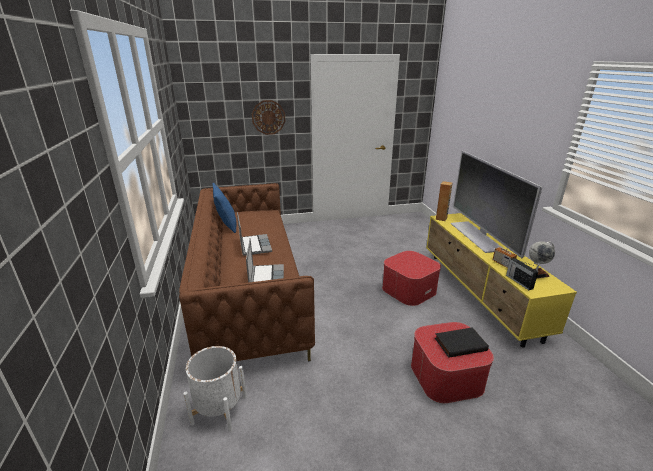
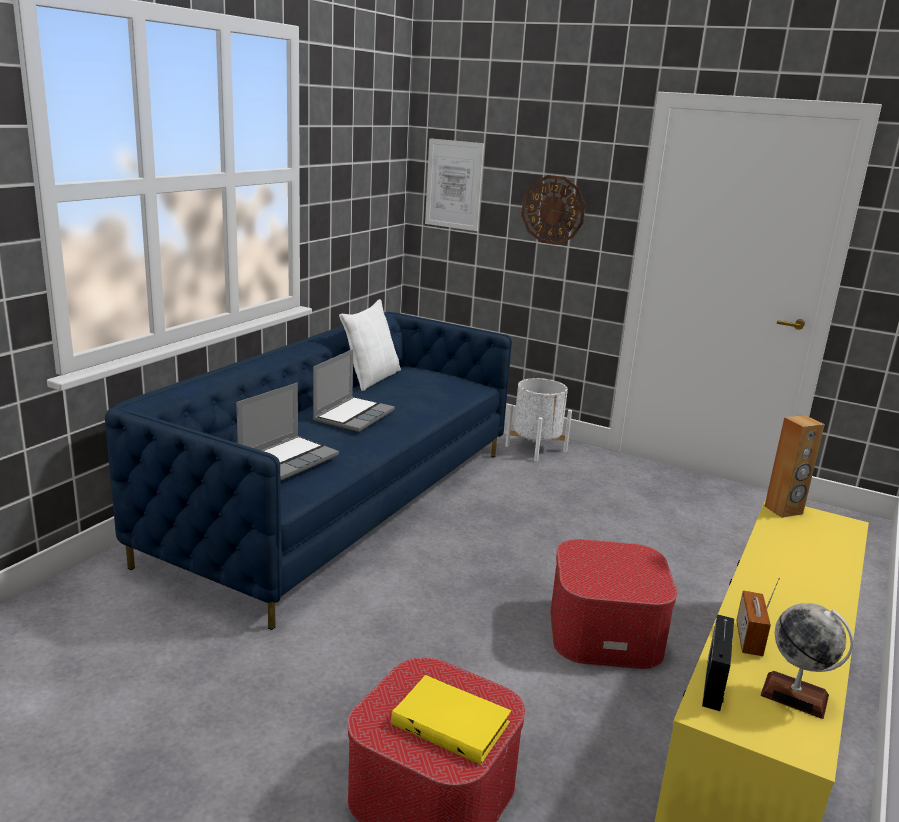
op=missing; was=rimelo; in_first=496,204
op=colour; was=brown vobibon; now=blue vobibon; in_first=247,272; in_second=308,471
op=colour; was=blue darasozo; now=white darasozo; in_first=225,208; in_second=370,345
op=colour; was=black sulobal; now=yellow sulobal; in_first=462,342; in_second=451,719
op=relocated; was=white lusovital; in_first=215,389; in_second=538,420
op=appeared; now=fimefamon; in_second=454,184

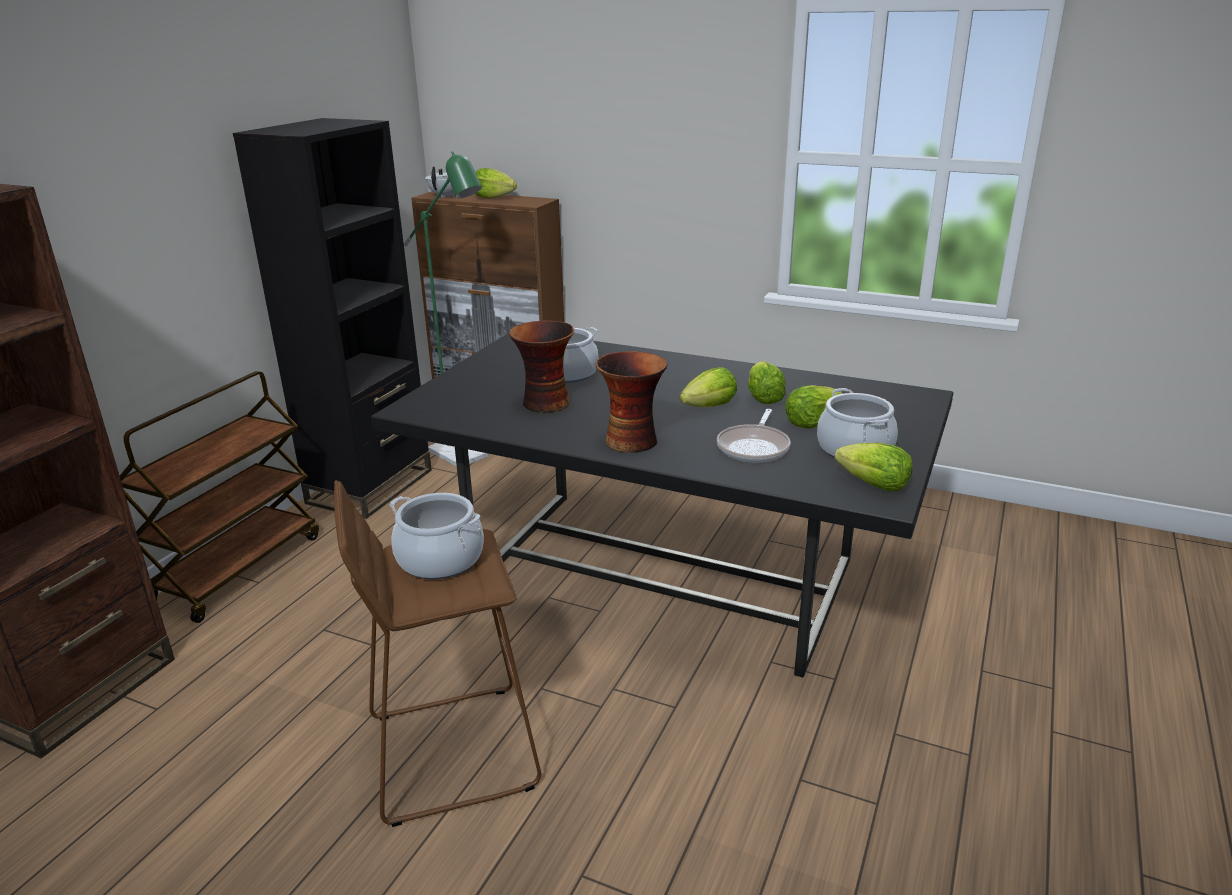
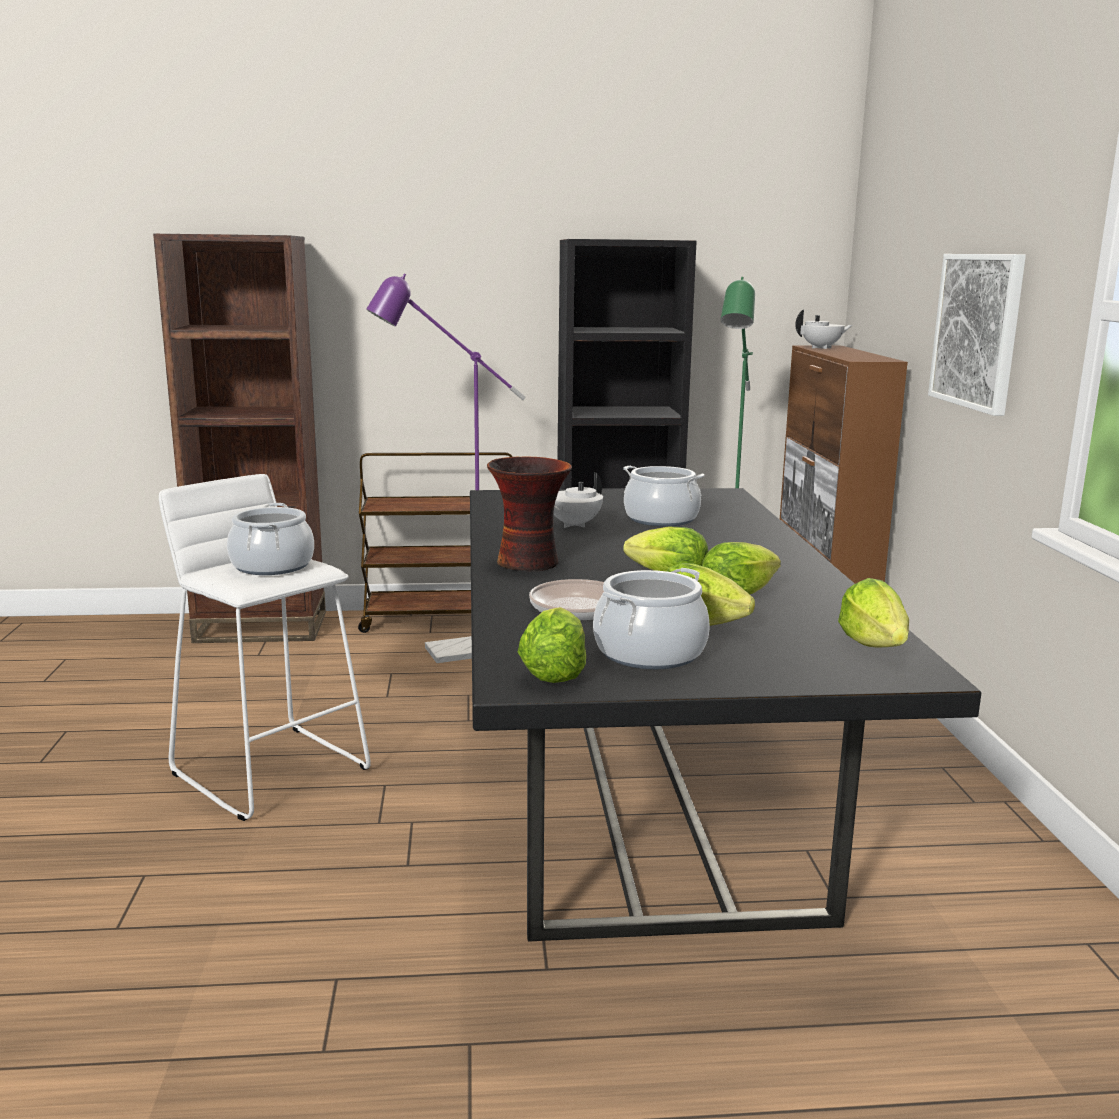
op=relocated; was=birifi; in_first=496,183; in_second=873,612
op=exchanged; was=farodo; now=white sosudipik; in_first=541,367; in_second=578,500
op=colour; was=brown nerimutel; now=white nerimutel; in_first=437,653; in_second=265,647
op=appeared; now=fimefamon; in_second=977,335
op=appeared; now=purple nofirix; in_second=446,468

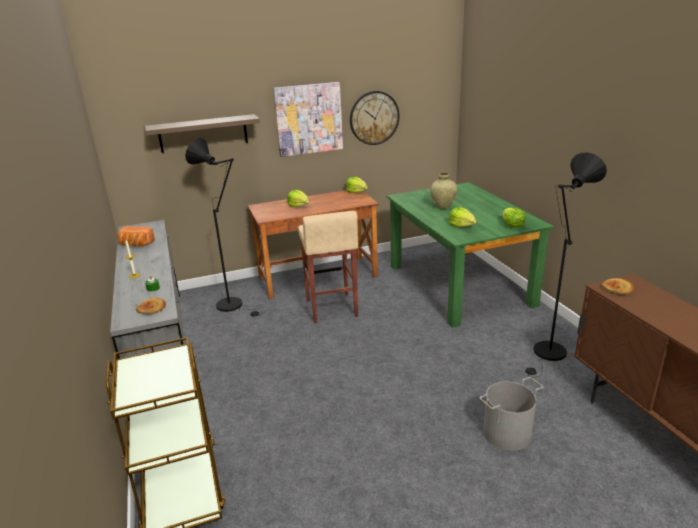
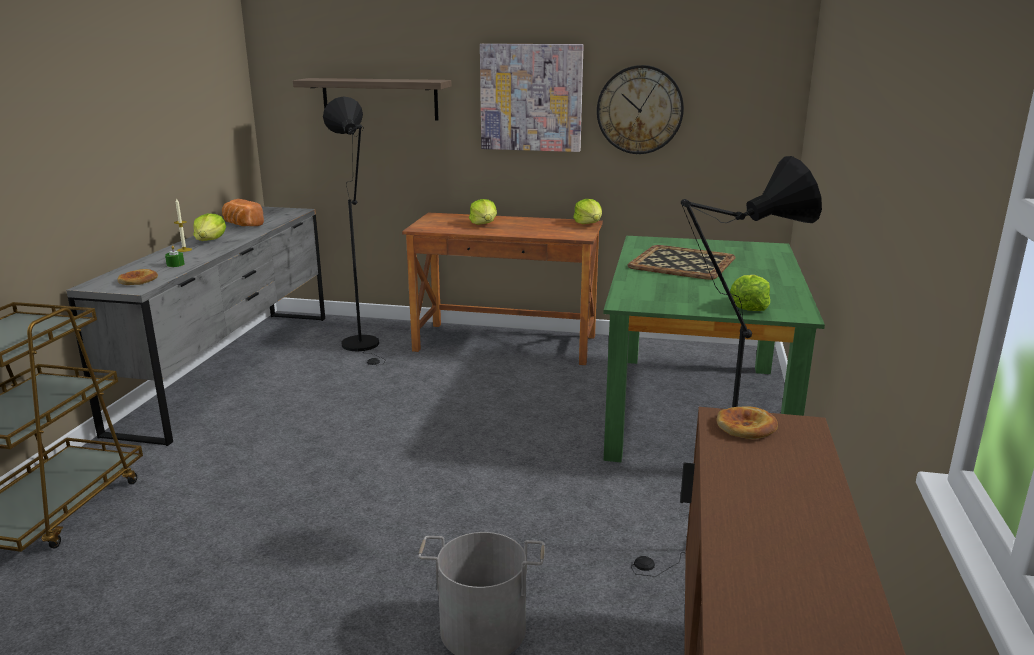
op=exchanged; was=beige farodo; now=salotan; in_first=444,191; in_second=682,262
op=relocated; was=birifi; in_first=463,217; in_second=209,227
op=missing; was=beige nerimutel; in_first=328,267

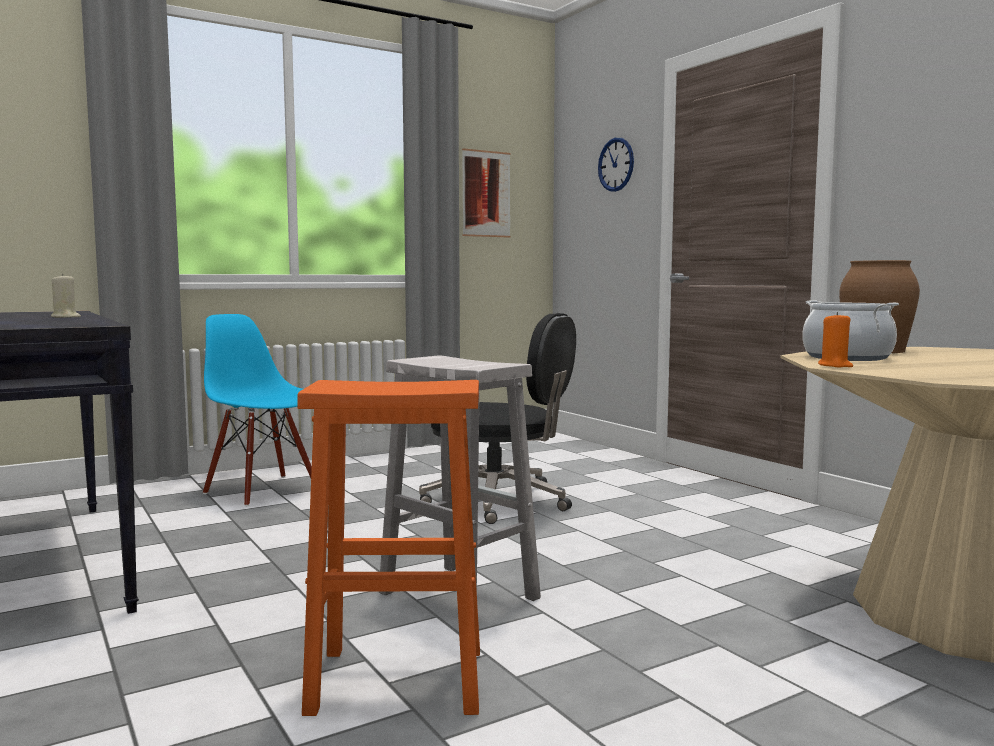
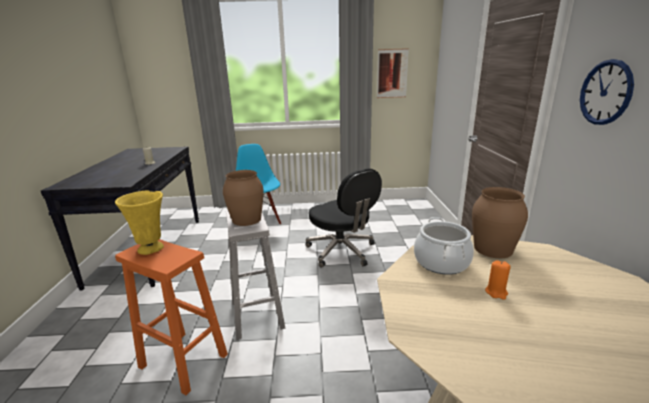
op=relocated; was=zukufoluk; in_first=616,165; in_second=607,92
op=relocated; was=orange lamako; in_first=835,339; in_second=497,280
op=appeared; now=brown farodo; in_second=243,198
op=appeared; now=yellow farodo; in_second=139,222

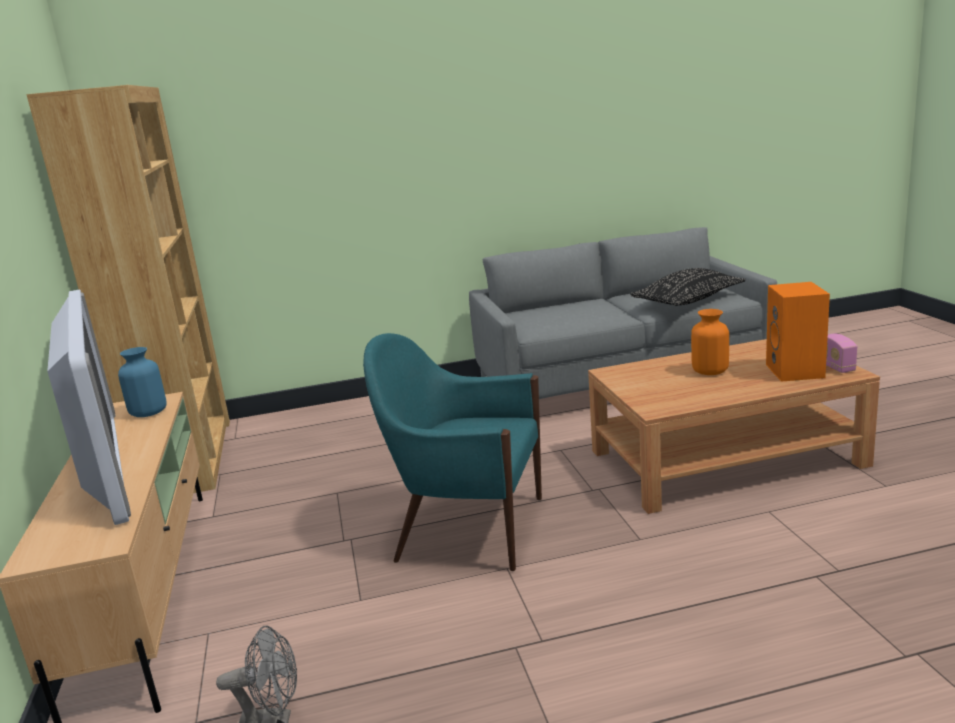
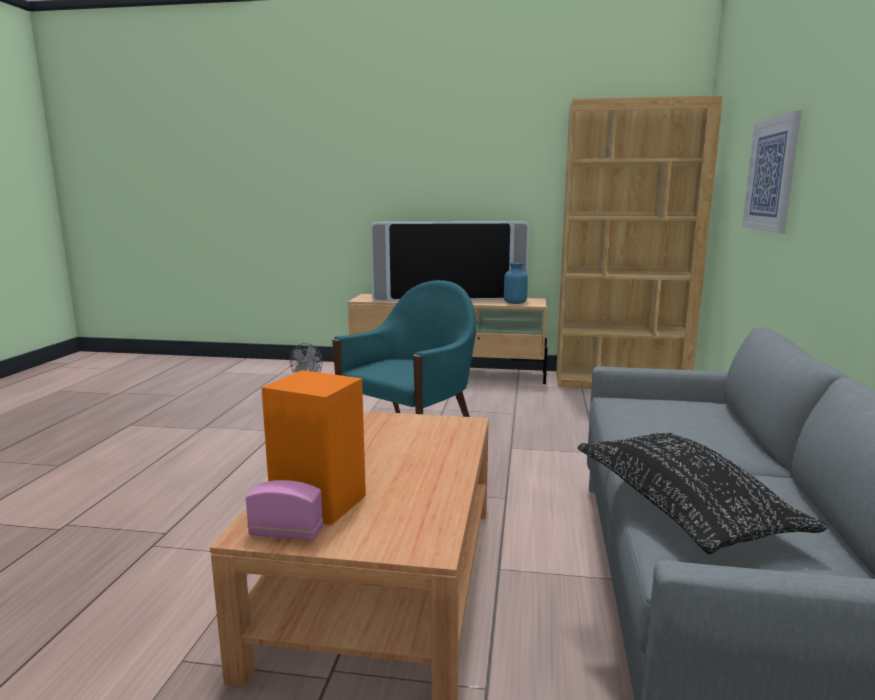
op=missing; was=orange farodo; in_first=710,342
op=appeared; now=fimefamon; in_second=771,172

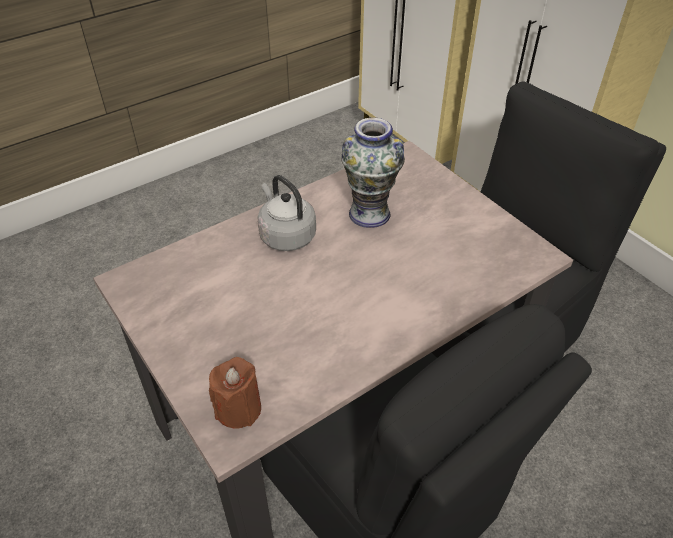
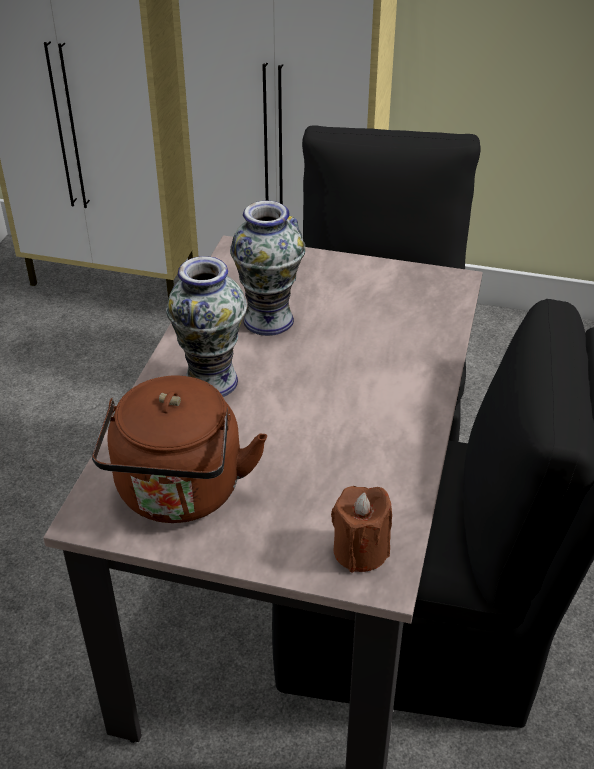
op=exchanged; was=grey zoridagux; now=farodo; in_first=286,213; in_second=206,326
op=appeared; now=brown zoridagux; in_second=179,449

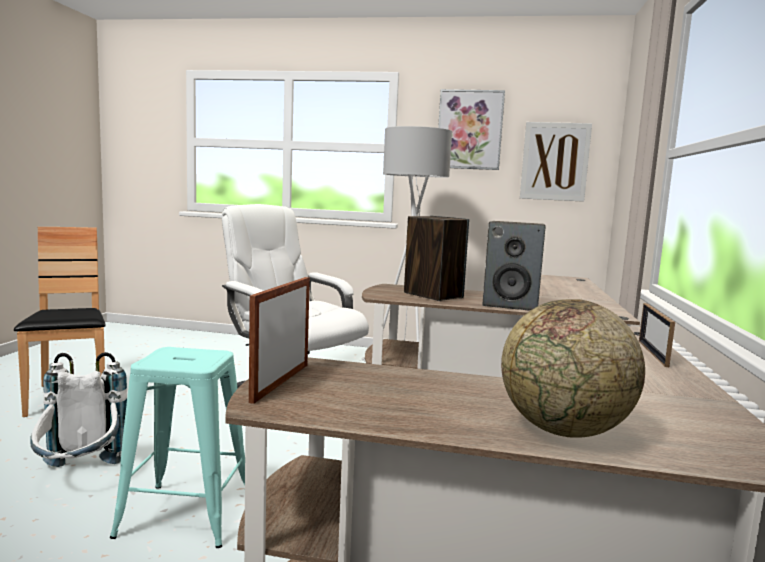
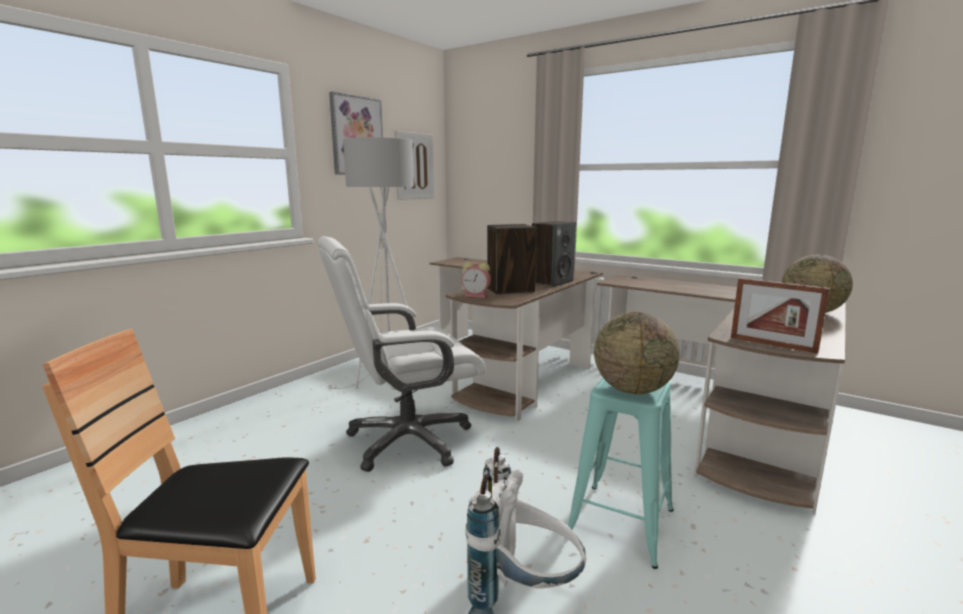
op=missing; was=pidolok; in_first=657,335
op=appeared; now=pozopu; in_second=476,280
op=appeared; now=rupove; in_second=637,353

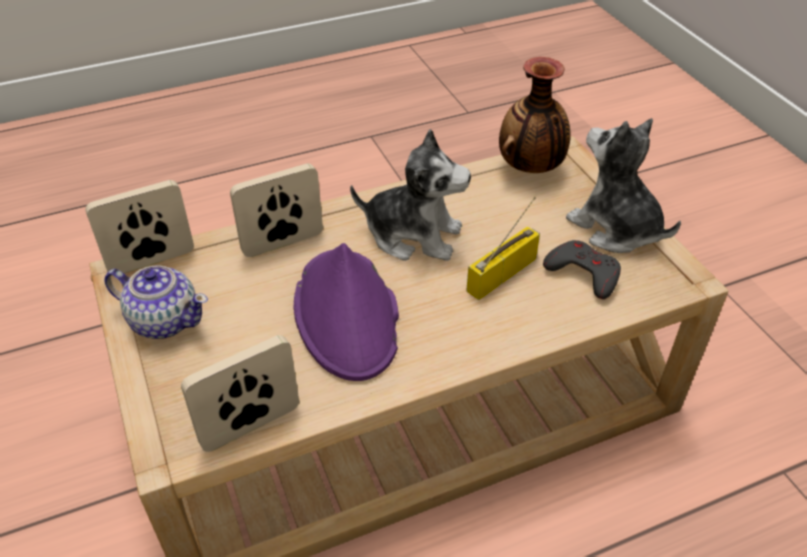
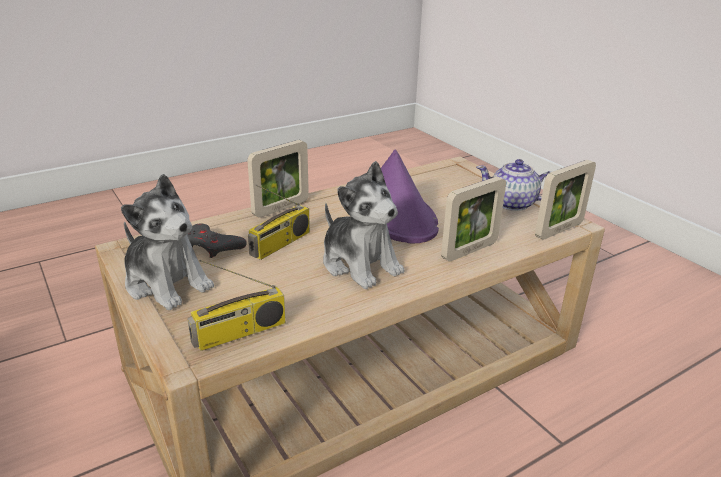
op=exchanged; was=farodo; now=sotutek; in_first=535,115; in_second=236,305
op=spun; was=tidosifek; in_first=410,195; in_second=363,225; clockwise=-135
op=relocated; was=pidolok; in_first=240,393; in_second=278,179

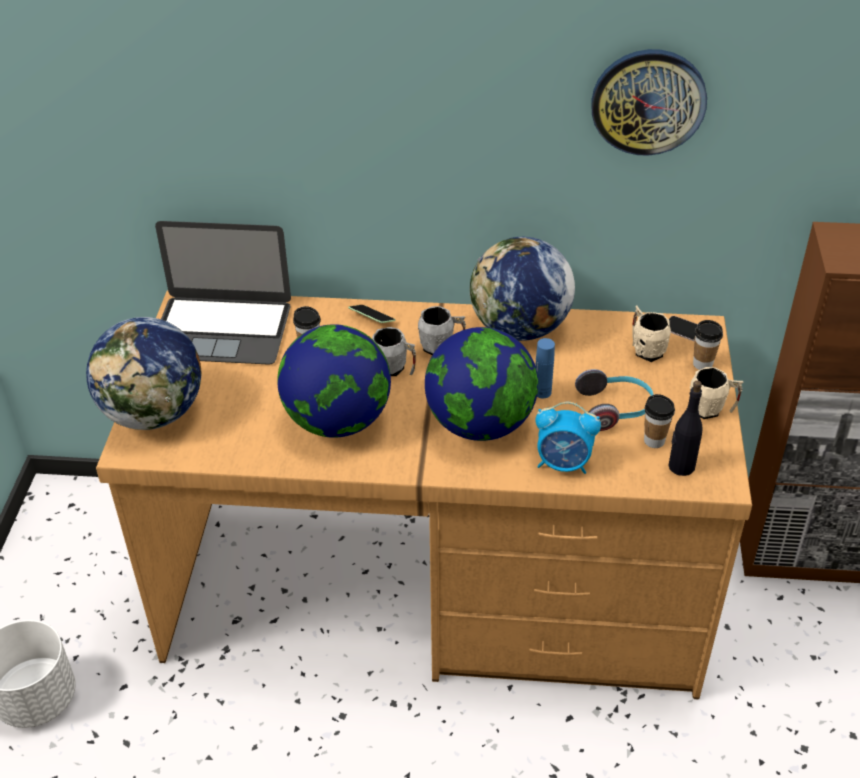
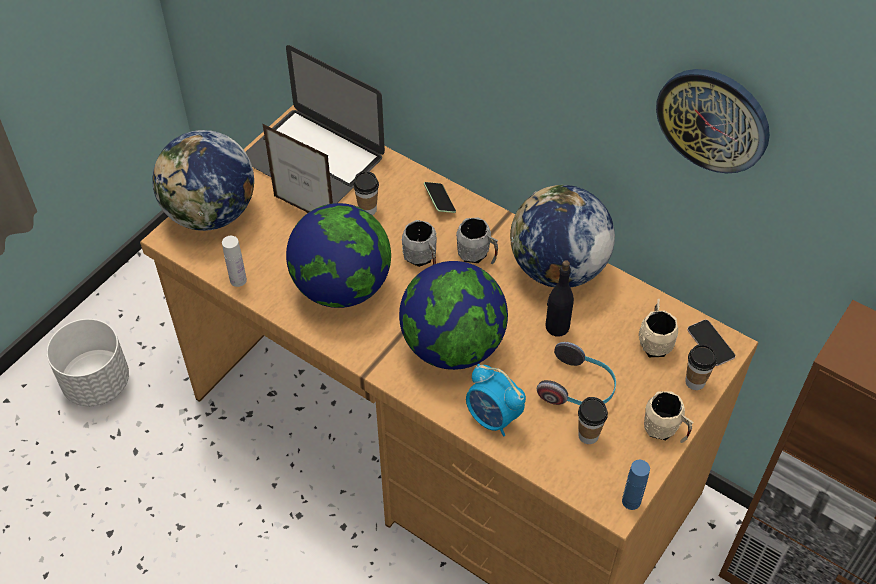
op=relocated; was=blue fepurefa; in_first=545,368; in_second=636,485
op=relocated; was=black fepurefa; in_first=685,428; in_second=559,298
op=appeared; now=pidolok; in_second=298,168
op=appeared; now=white fepurefa; in_second=234,261

